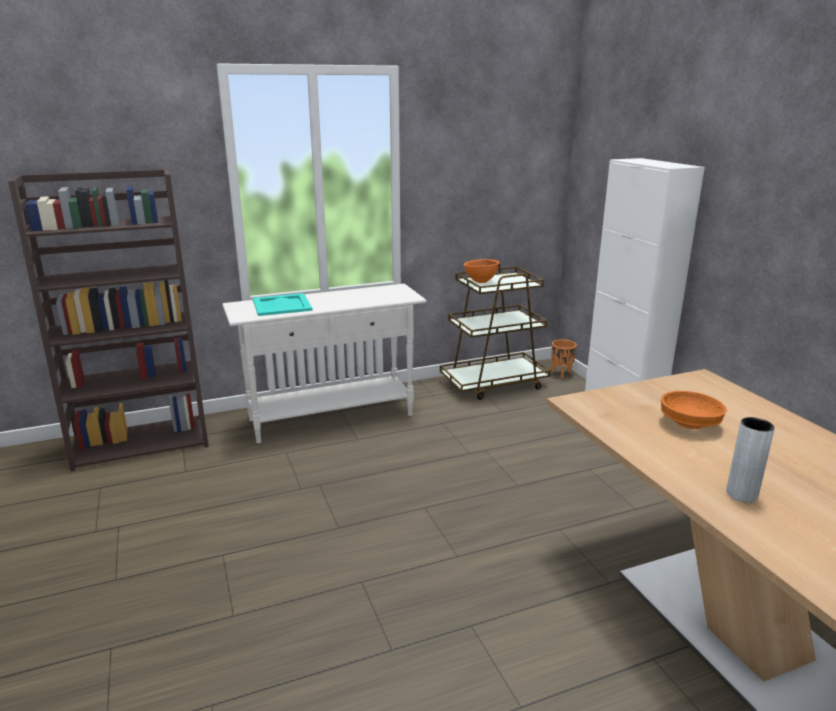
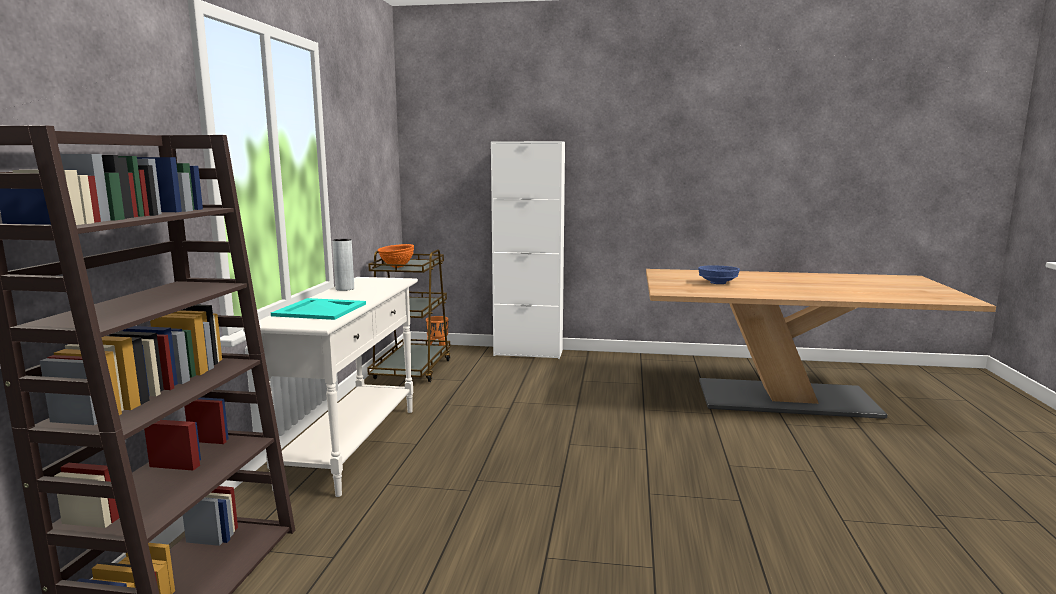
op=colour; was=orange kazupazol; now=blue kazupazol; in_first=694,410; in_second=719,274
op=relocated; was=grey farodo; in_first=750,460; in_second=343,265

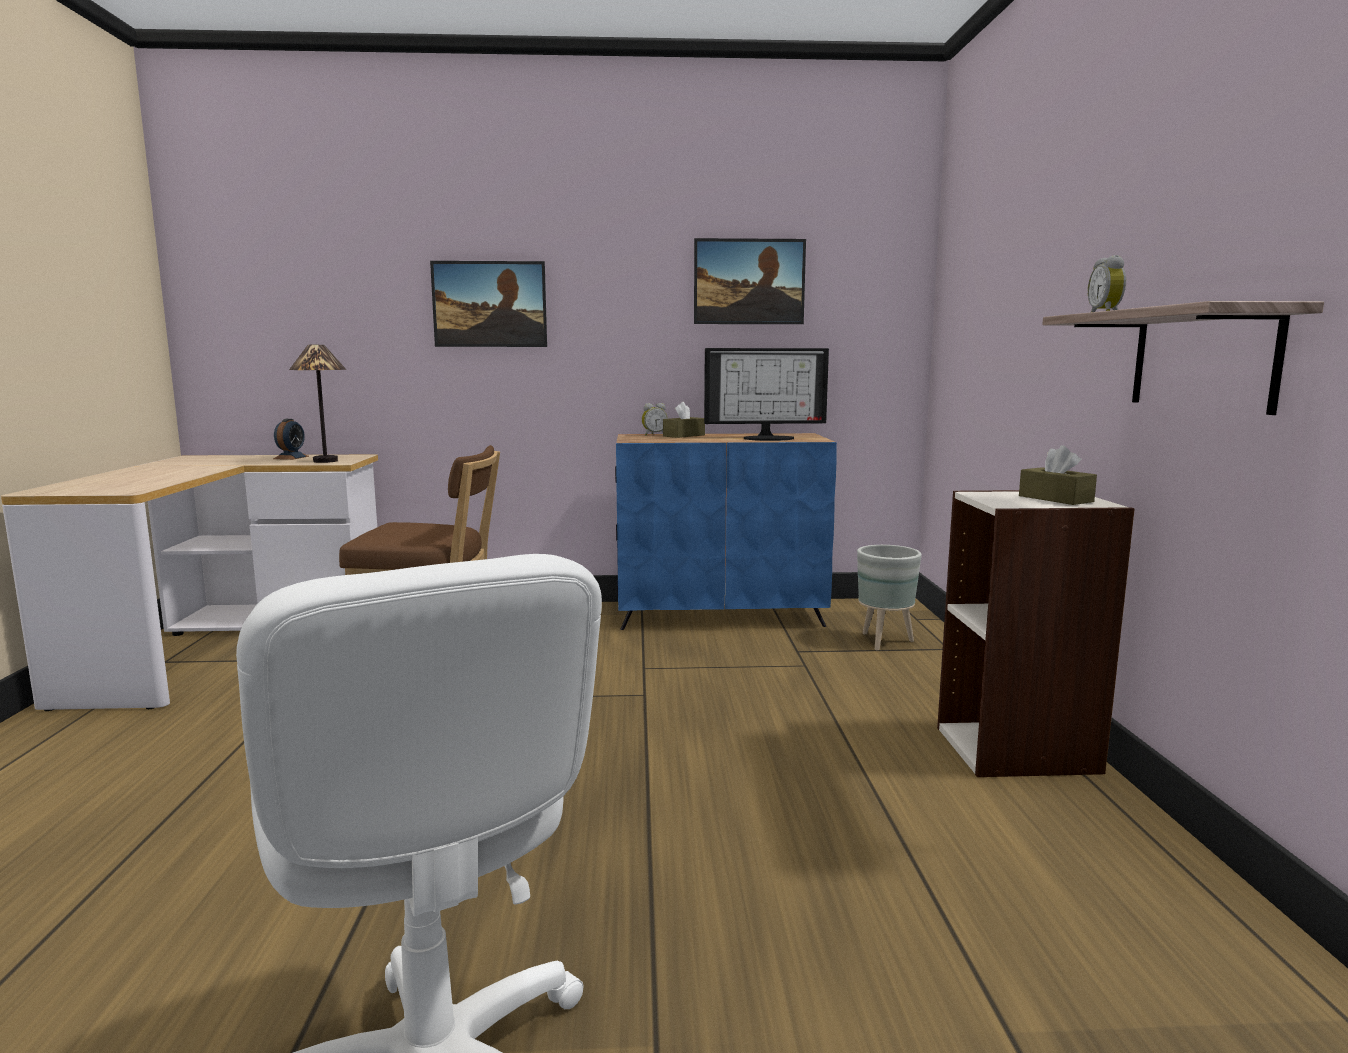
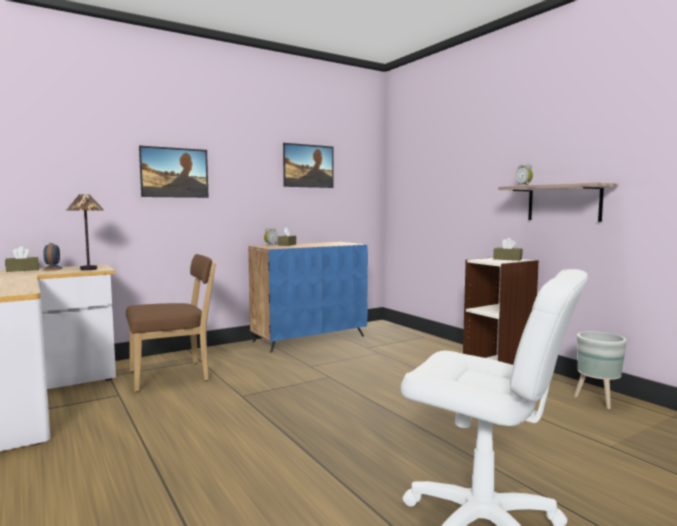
op=missing; was=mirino; in_first=766,394
op=relocated; was=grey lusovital; in_first=889,597; in_second=600,370
op=appeared; now=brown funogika; in_second=22,259

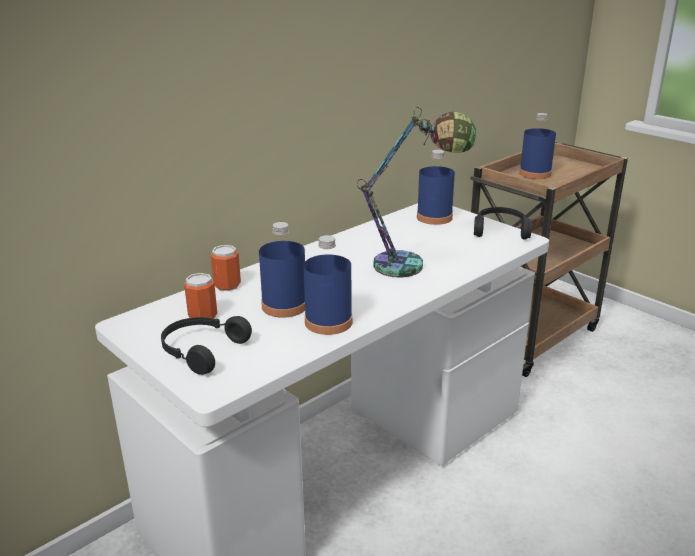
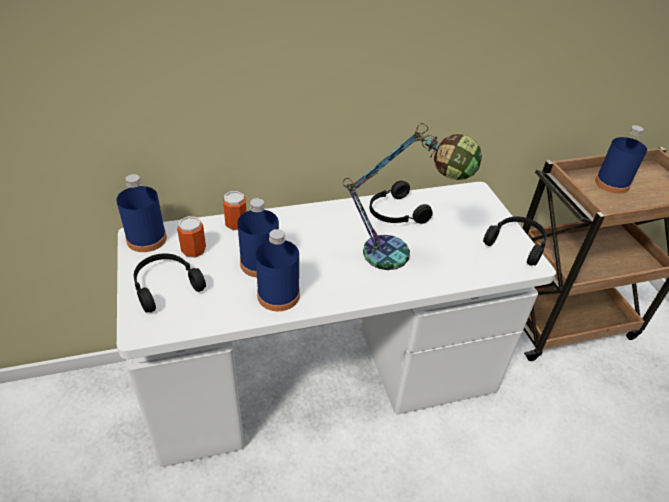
op=relocated; was=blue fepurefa; in_first=436,187; in_second=141,213
op=appeared; now=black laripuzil; in_second=401,202

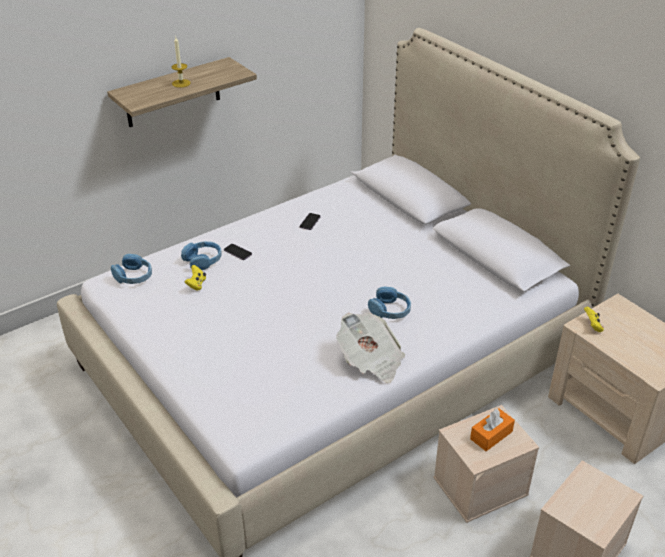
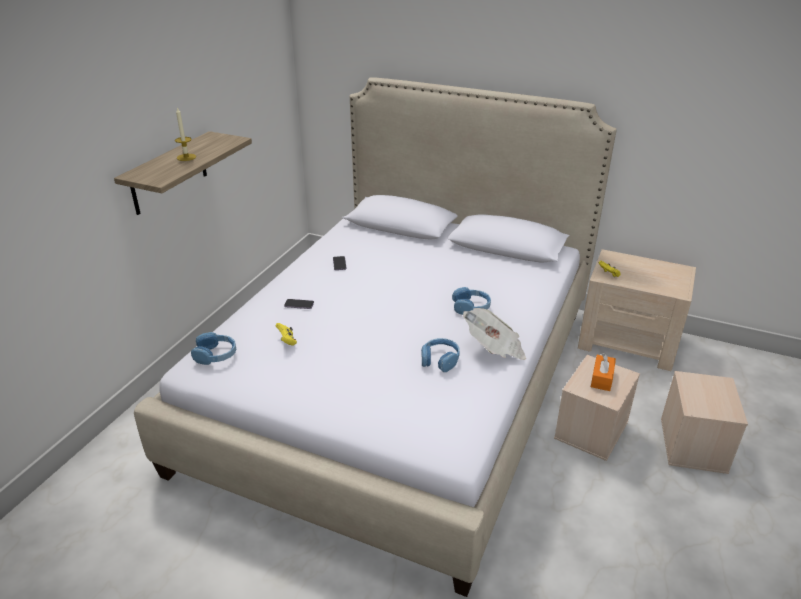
op=relocated; was=blue laripuzil; in_first=201,255; in_second=440,355

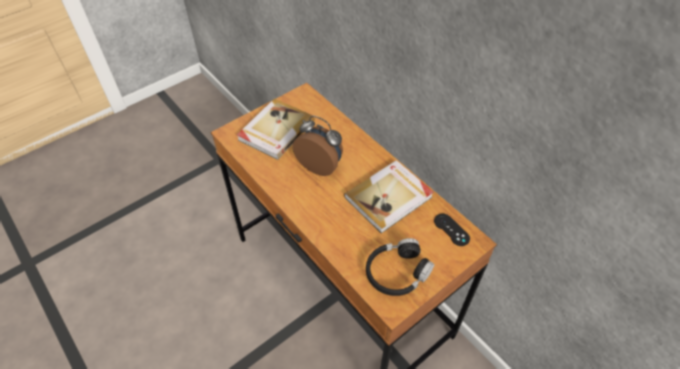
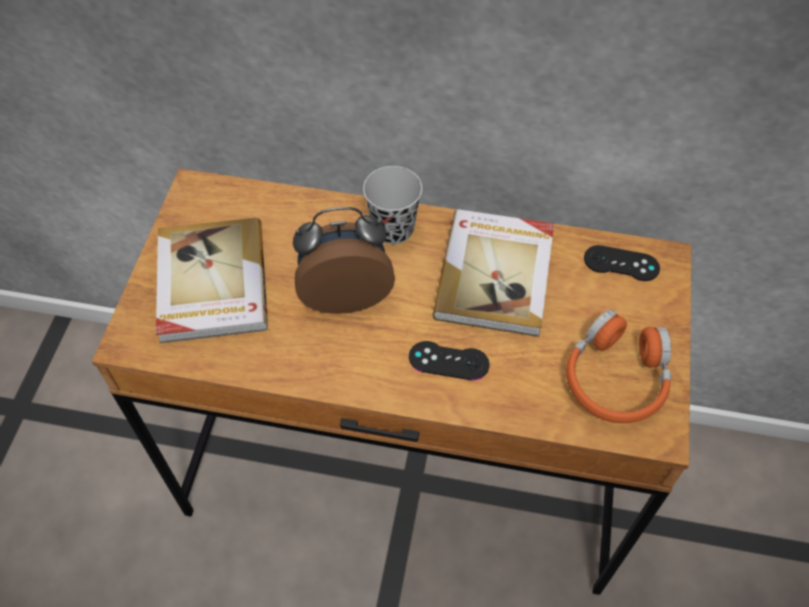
op=colour; was=black laripuzil; now=orange laripuzil; in_first=400,267; in_second=618,366
op=appeared; now=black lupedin; in_second=392,205
op=appeared; now=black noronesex; in_second=449,360

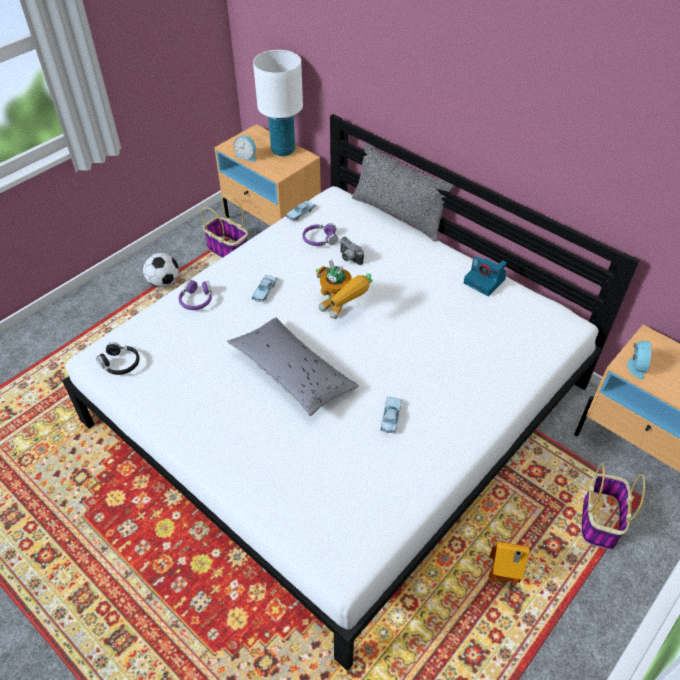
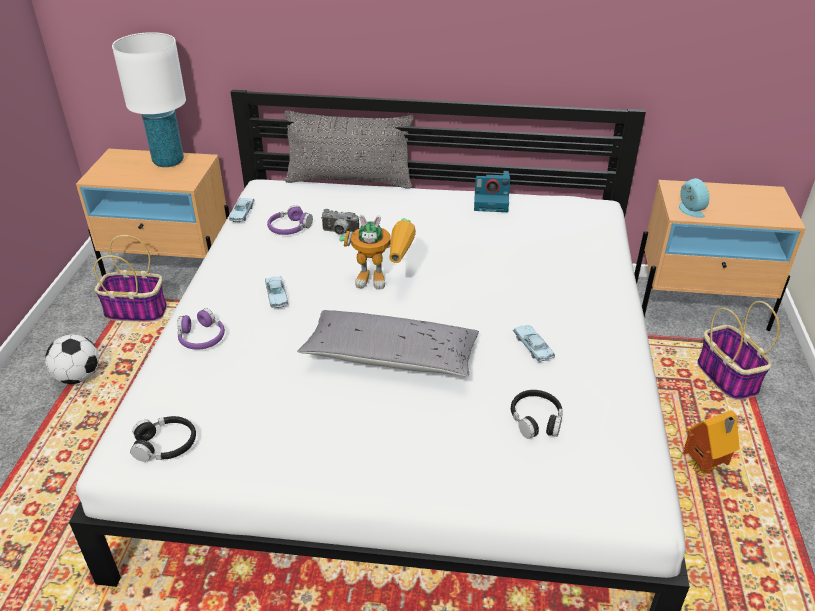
op=missing; was=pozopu; in_first=244,148
op=appeared; now=black laripuzil; in_second=537,414

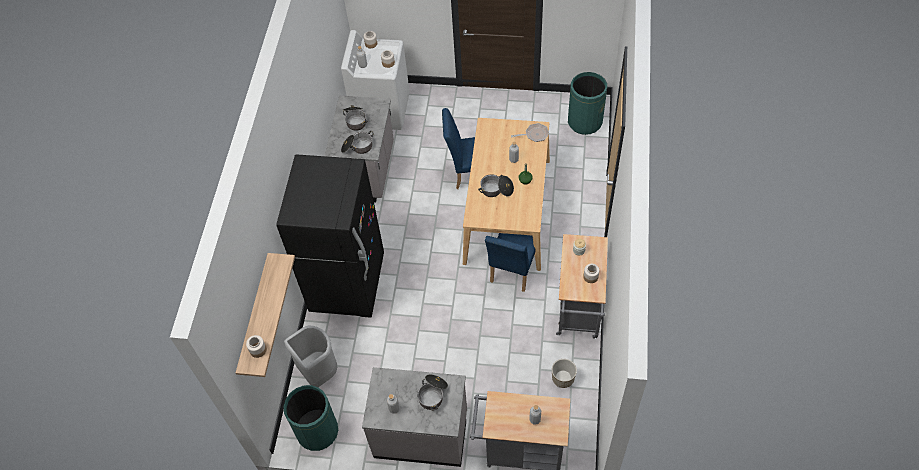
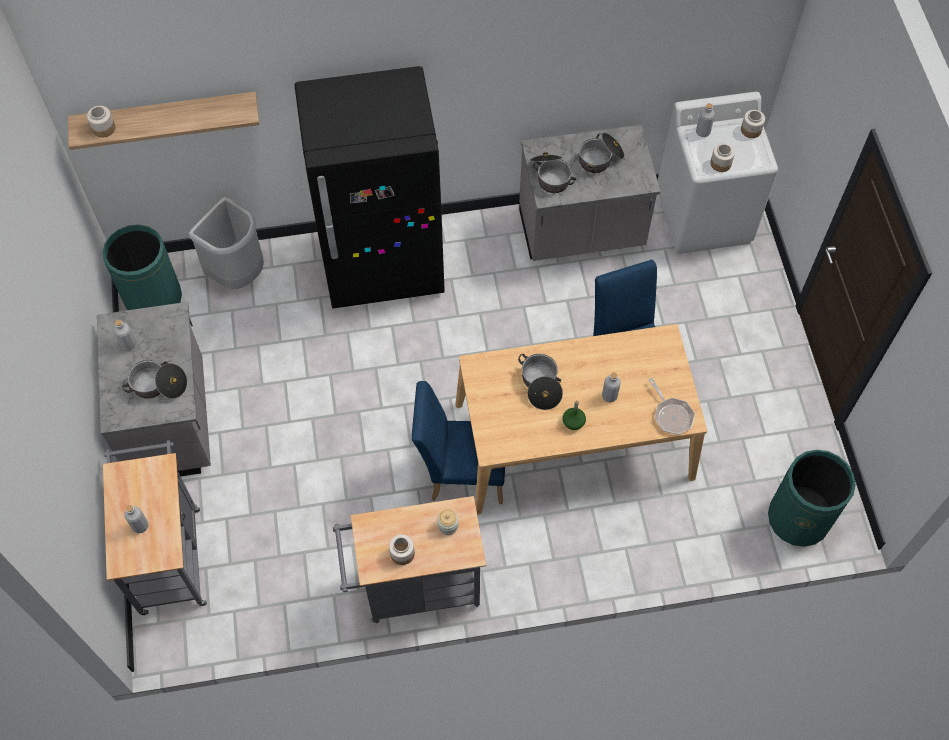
op=missing; was=lusovital; in_first=564,373

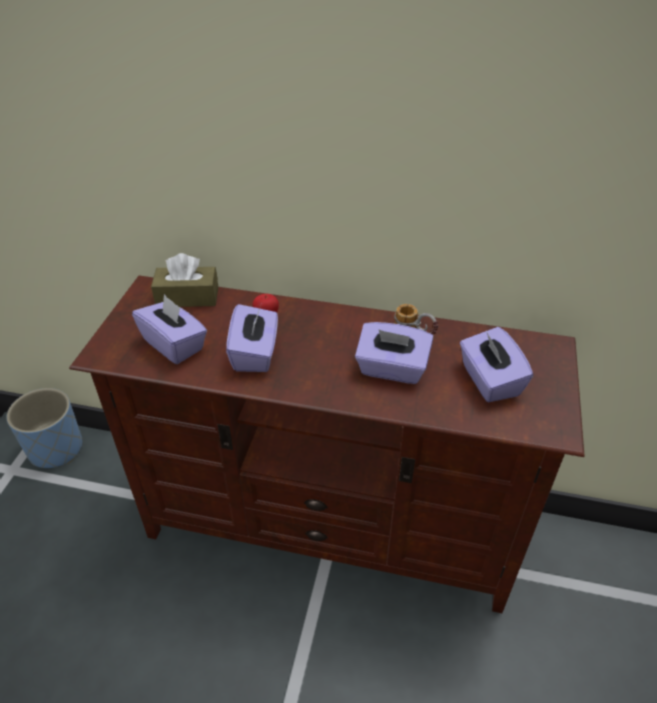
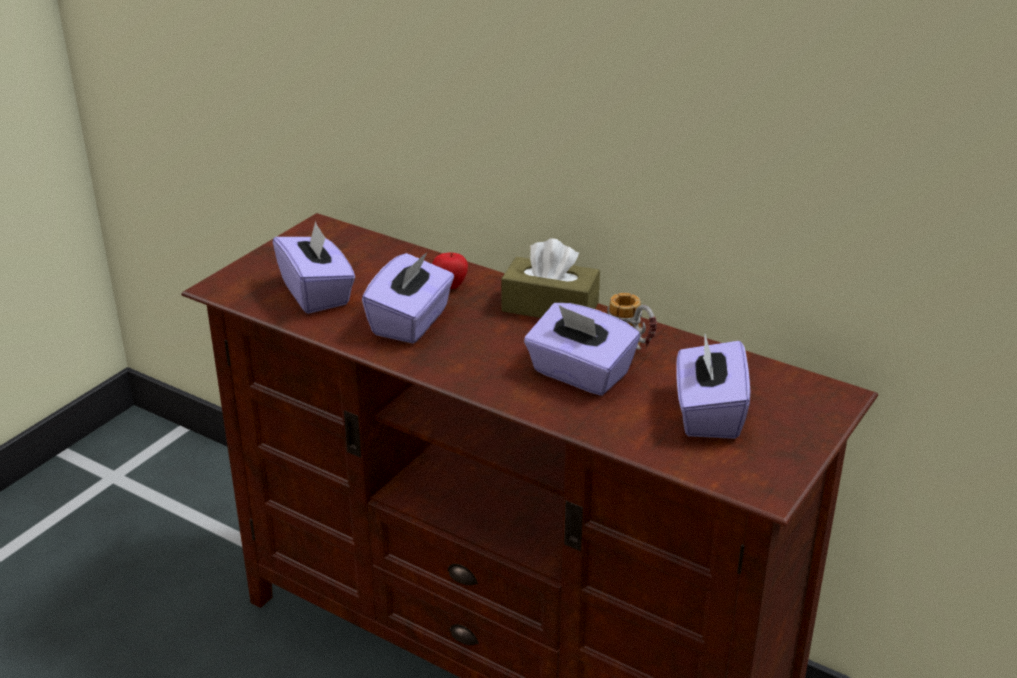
op=relocated; was=brown funogika; in_first=184,280; in_second=550,278
op=missing; was=blue lusovital; in_first=44,428

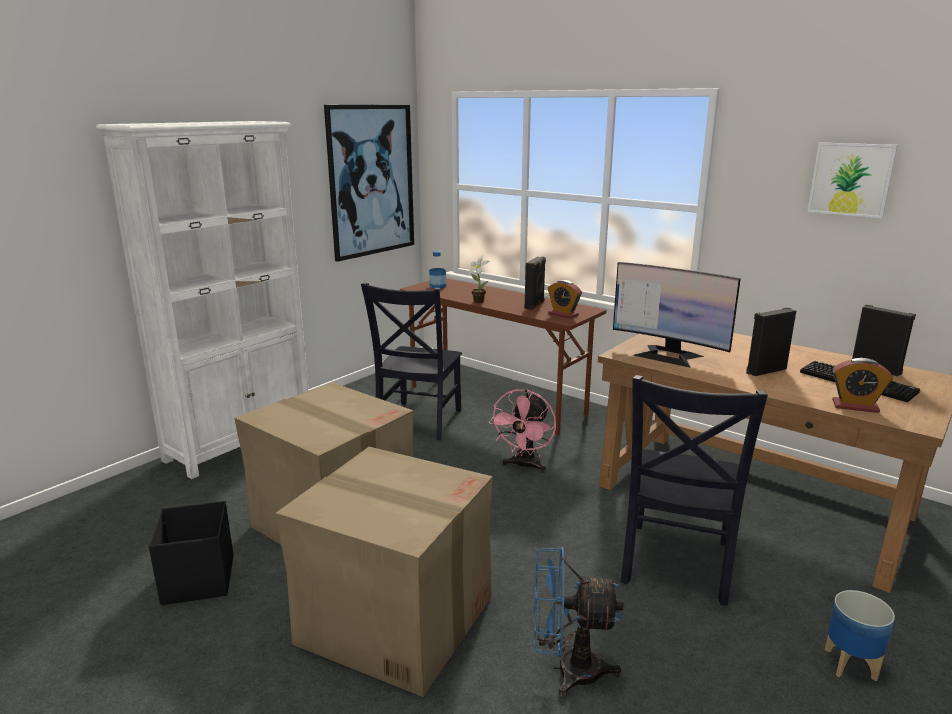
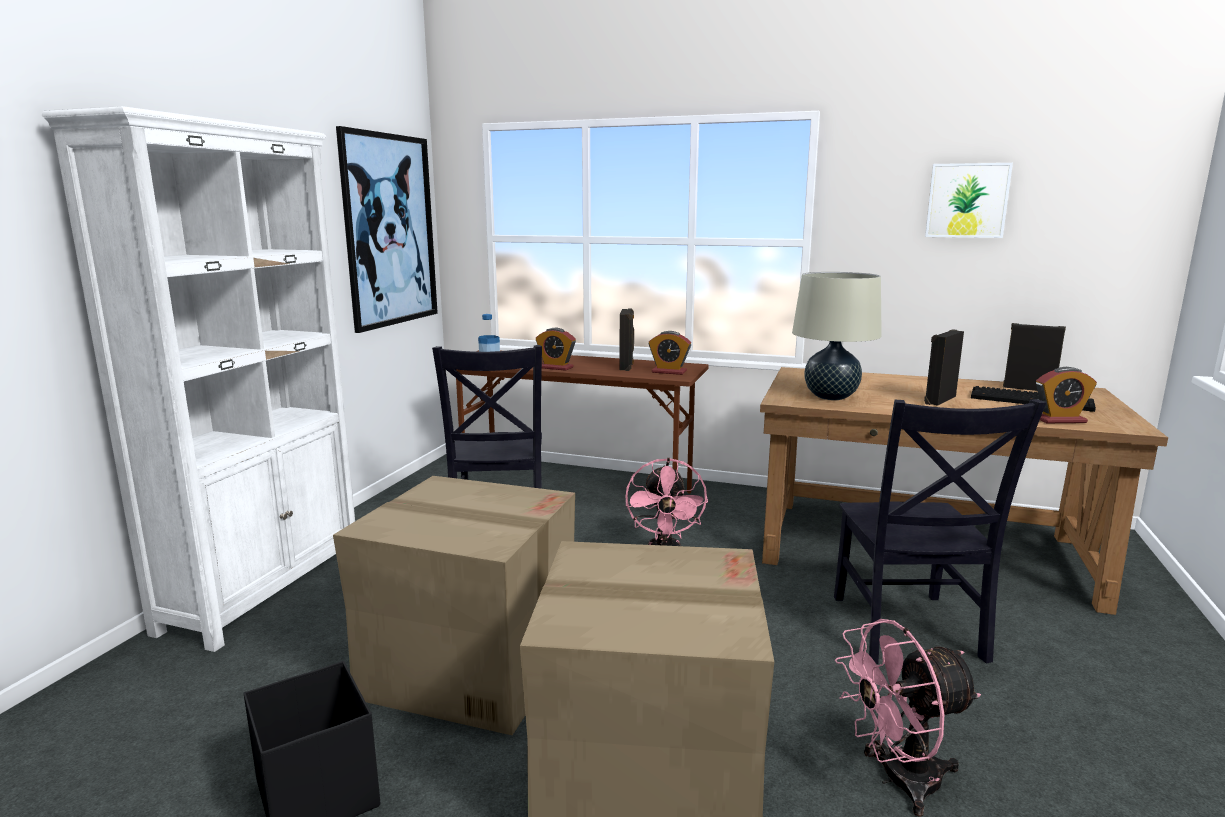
op=exchanged; was=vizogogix; now=pozopu; in_first=478,279; in_second=556,349
op=exchanged; was=mirino; now=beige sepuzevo; in_first=677,315; in_second=837,336
op=colour; was=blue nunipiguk; now=pink nunipiguk; in_first=579,622; in_second=908,718
op=missing; was=lusovital; in_first=860,635

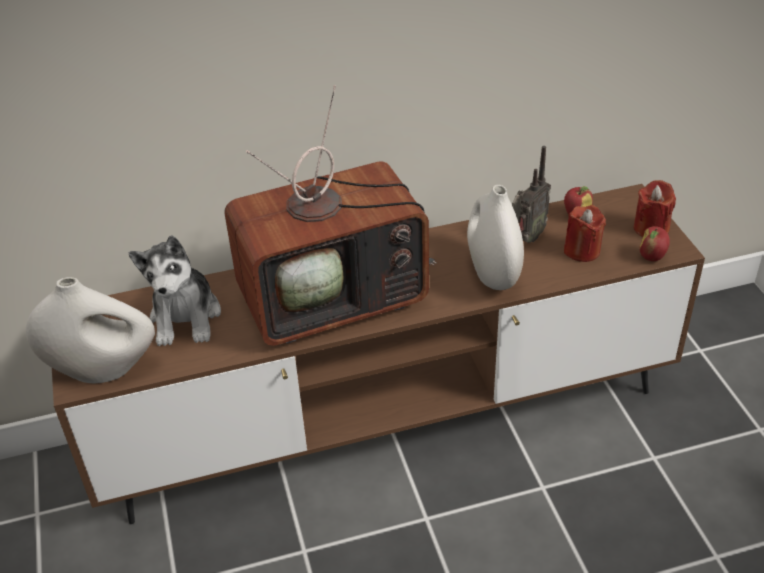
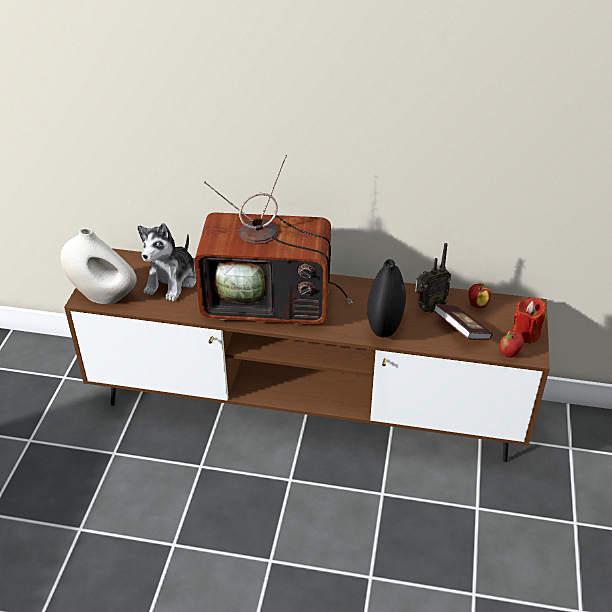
op=colour; was=white farodo; now=black farodo; in_first=495,237; in_second=386,298
op=exchanged; was=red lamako; now=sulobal; in_first=585,233; in_second=463,322

